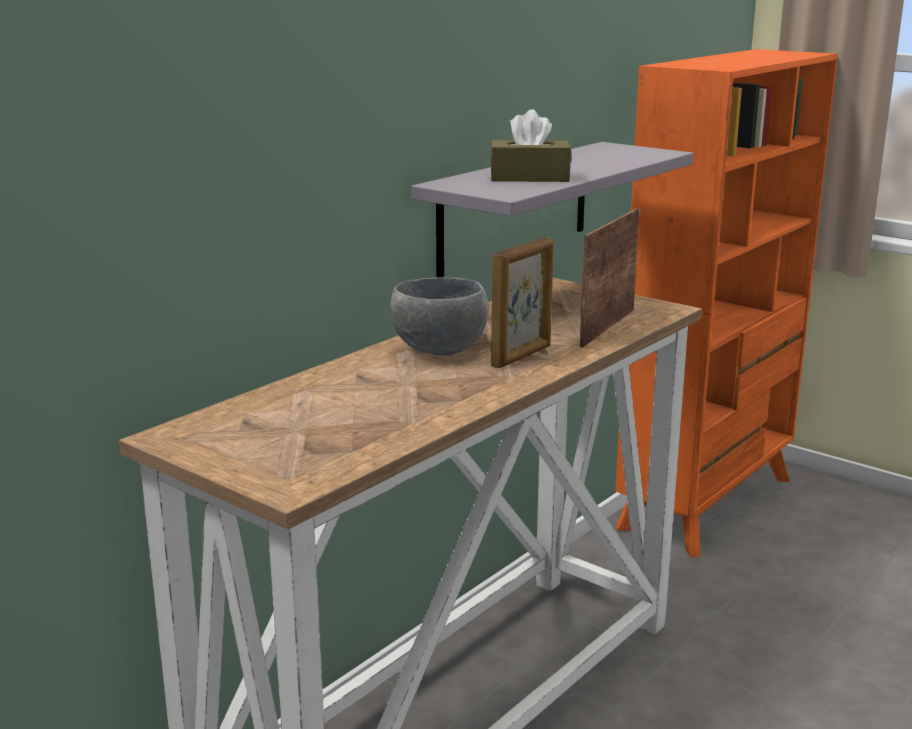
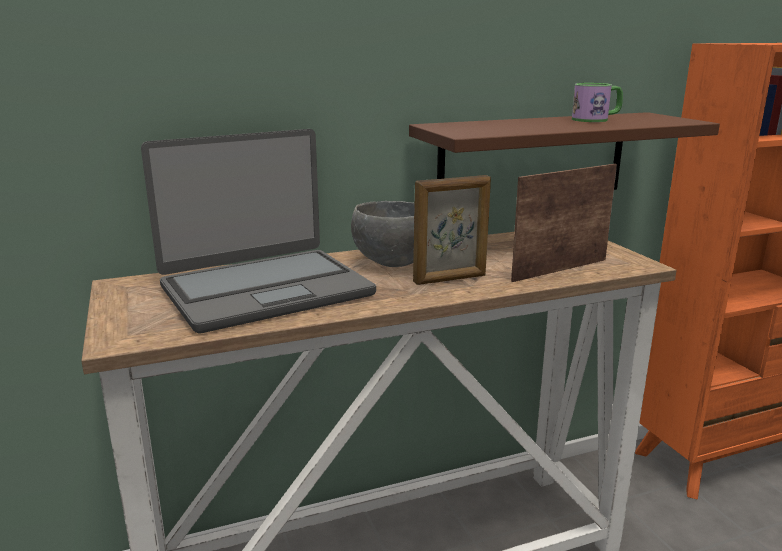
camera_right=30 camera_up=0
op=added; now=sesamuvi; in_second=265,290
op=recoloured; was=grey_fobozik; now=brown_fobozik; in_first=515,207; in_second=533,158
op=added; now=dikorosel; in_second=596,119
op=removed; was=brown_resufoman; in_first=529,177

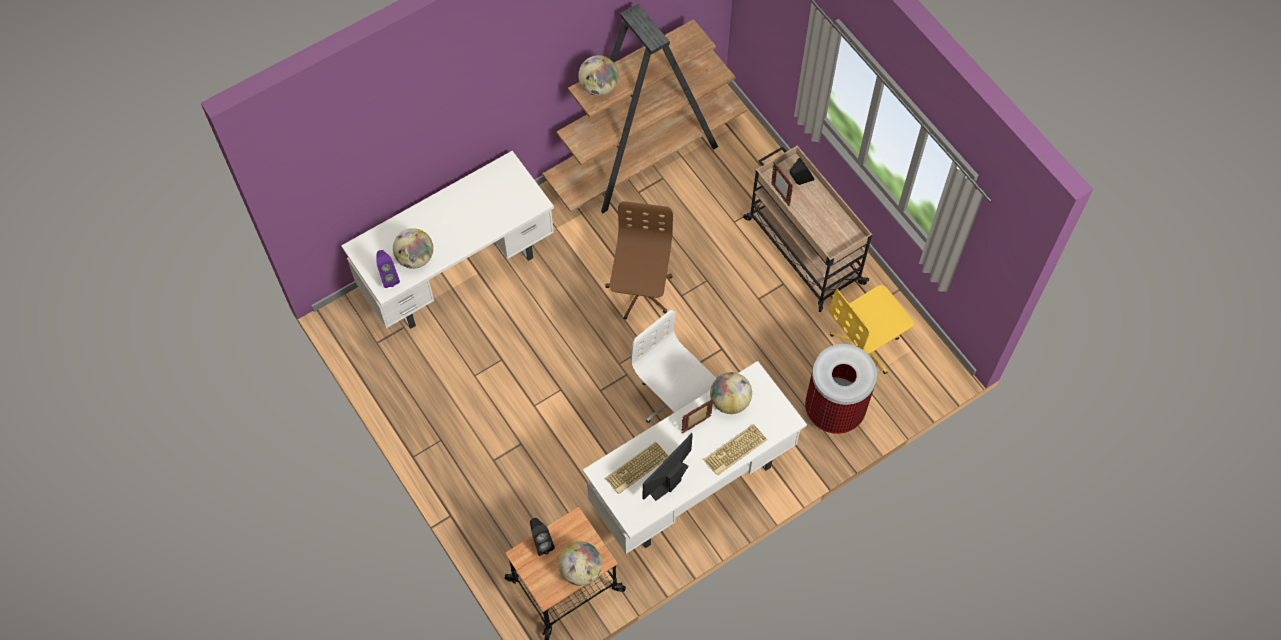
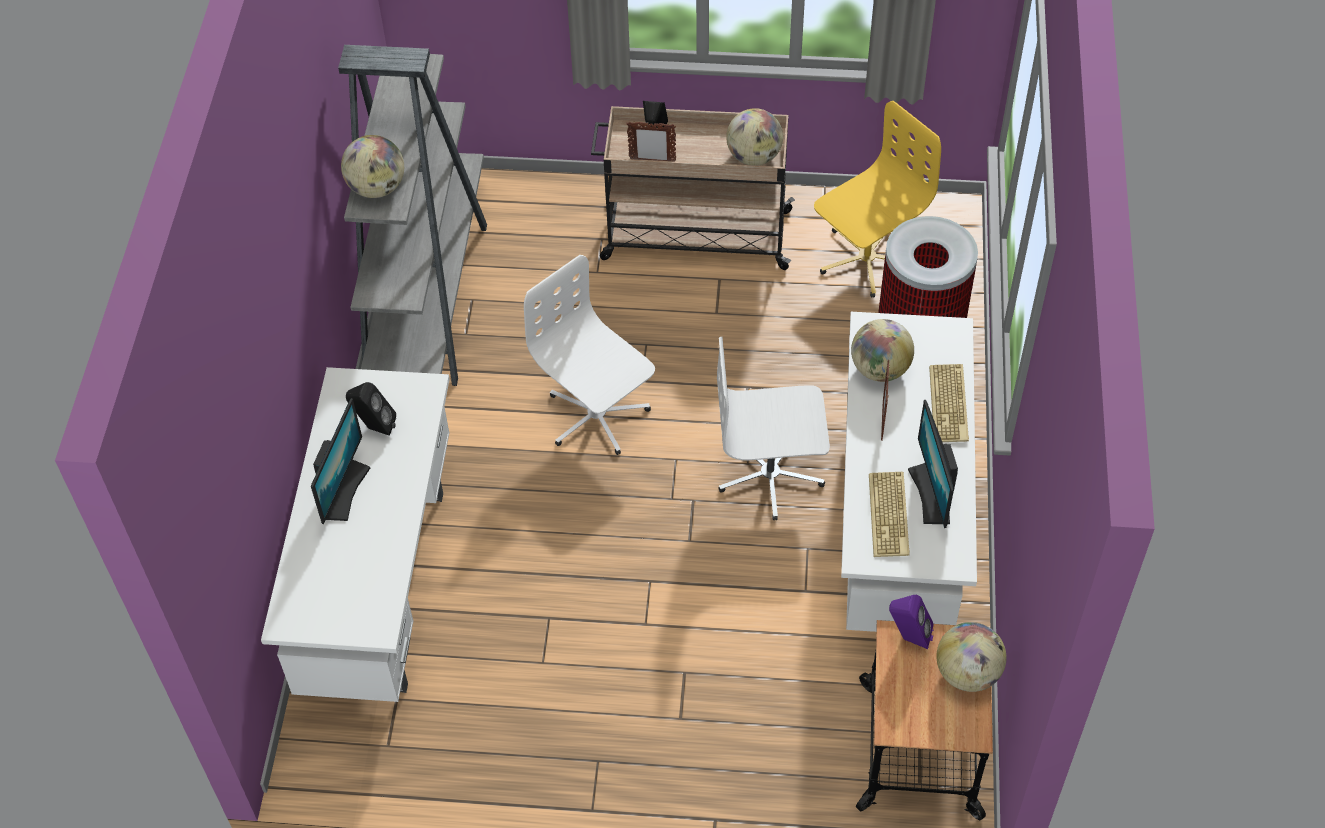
camera_right=-50 camera_up=-10
op=added; now=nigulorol; in_second=343,491
op=recoloured; was=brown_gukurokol; now=grey_gukurokol; in_first=646,156; in_second=427,297
op=moved; was=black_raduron; in_first=541,542; in_second=374,427
op=recoloured; was=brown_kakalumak; now=white_kakalumak; in_first=640,291; in_second=596,416
op=moved; was=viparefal; in_first=415,258; in_second=754,157
op=turned; was=yellow_kakalumak; in_first=864,346; in_second=866,259; clockwise=-135
op=moved; was=purple_raduron; in_first=388,277; in_second=908,637

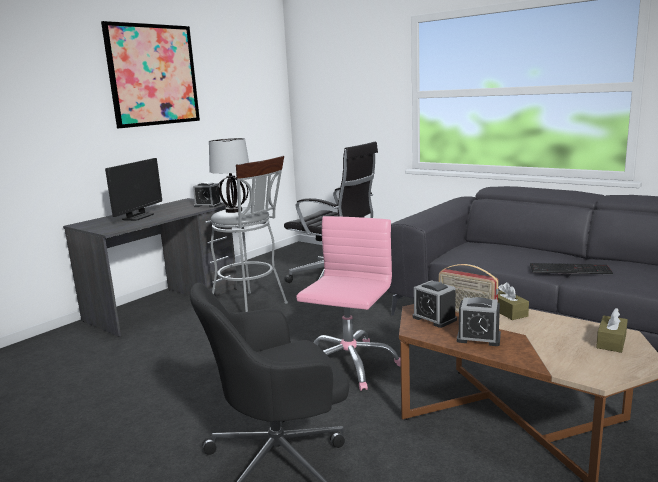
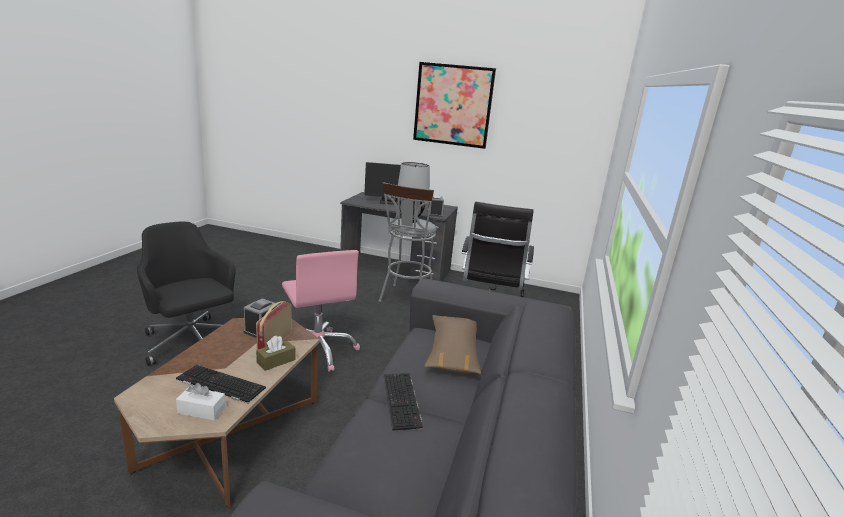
camera_right=65 camera_up=5
op=added; now=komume; in_second=219,384
op=recoloured; was=brown_resufoman; now=white_resufoman; in_first=611,341; in_second=201,410
op=turned; was=pink_kakalumak; in_first=349,364; in_second=318,350; clockwise=60
op=added; now=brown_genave; in_second=453,352
op=removed; was=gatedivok; in_first=478,338

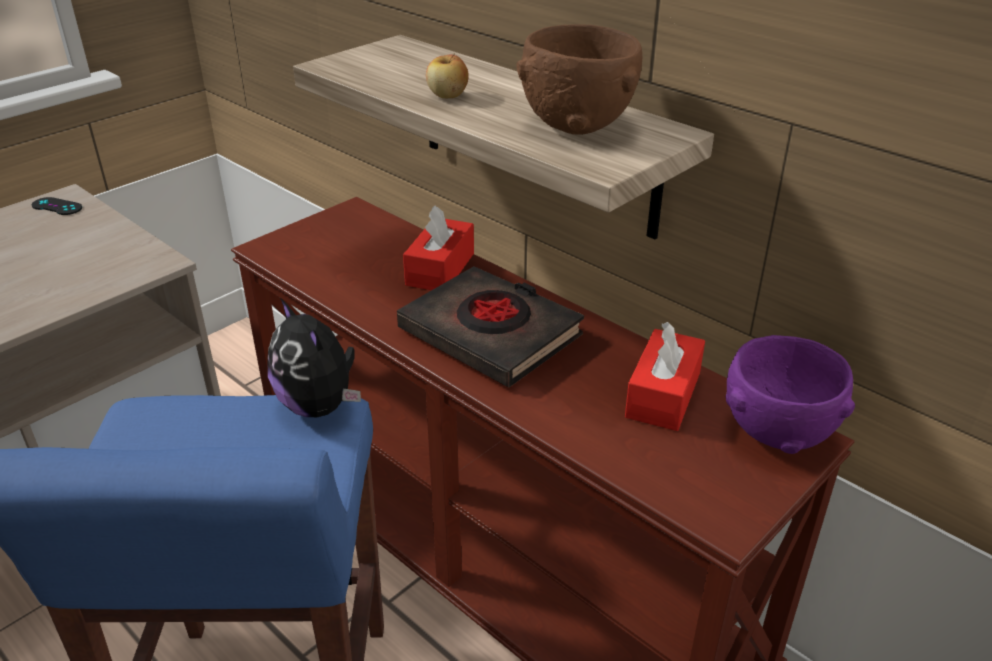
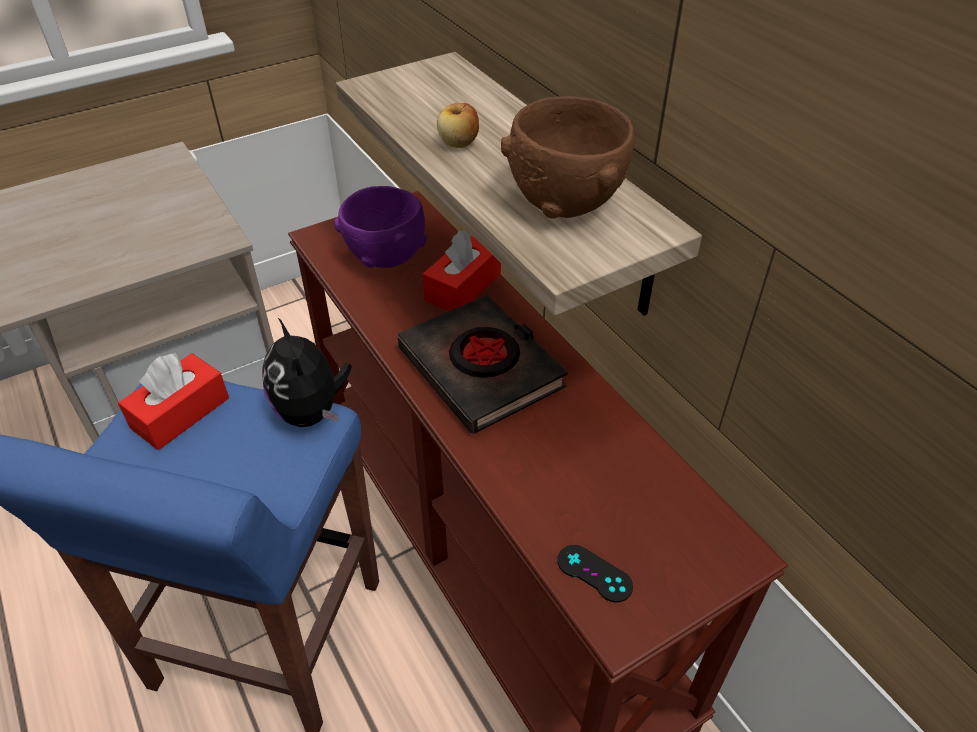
camera_right=15 camera_up=10
op=moved; was=red_resufoman; in_first=663,395; in_second=180,413
op=moved; was=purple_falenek; in_first=777,432; in_second=386,256
op=moved; was=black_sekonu; in_first=57,206; in_second=594,573

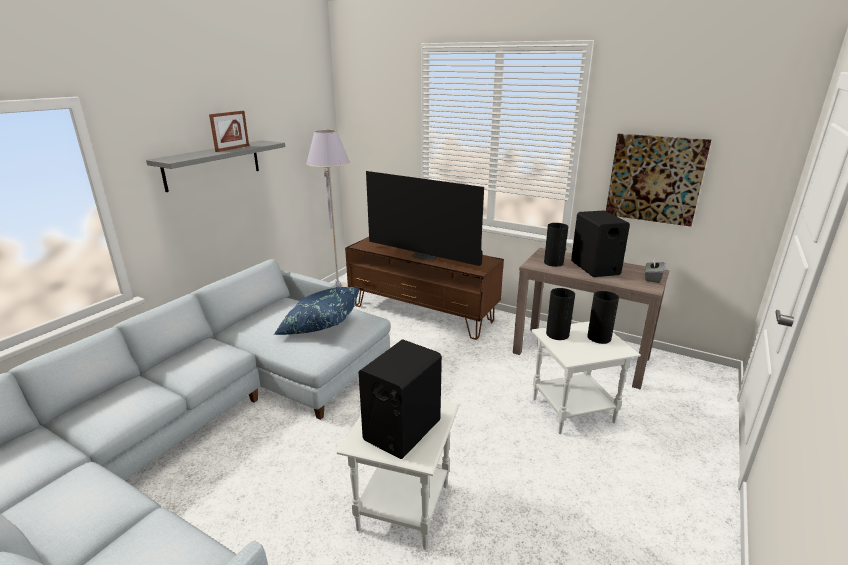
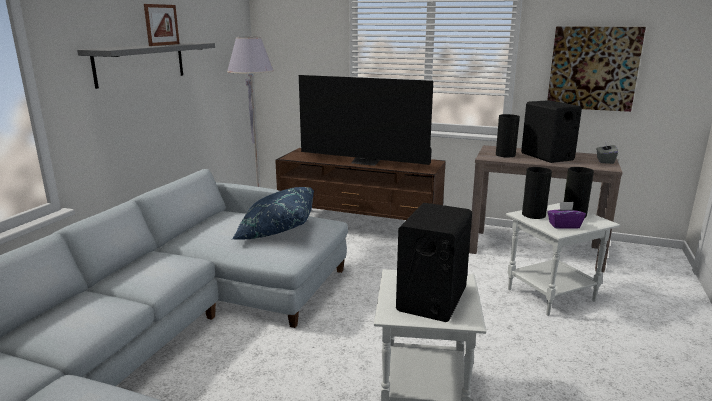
camera_right=-10 camera_up=-5
op=added; now=purple_resufoman; in_second=564,225

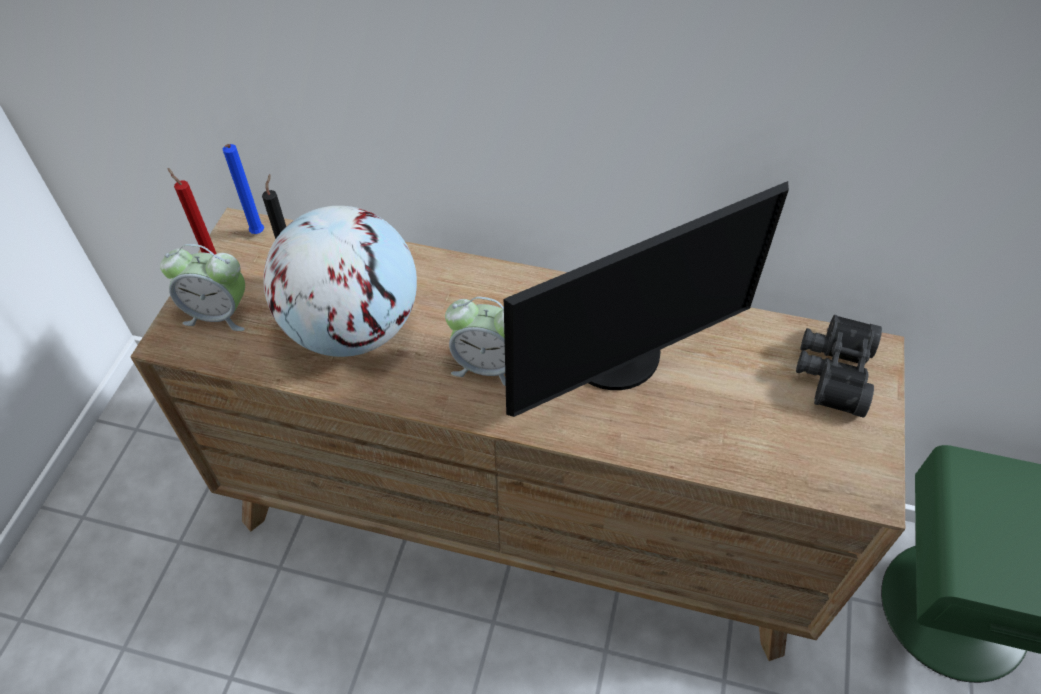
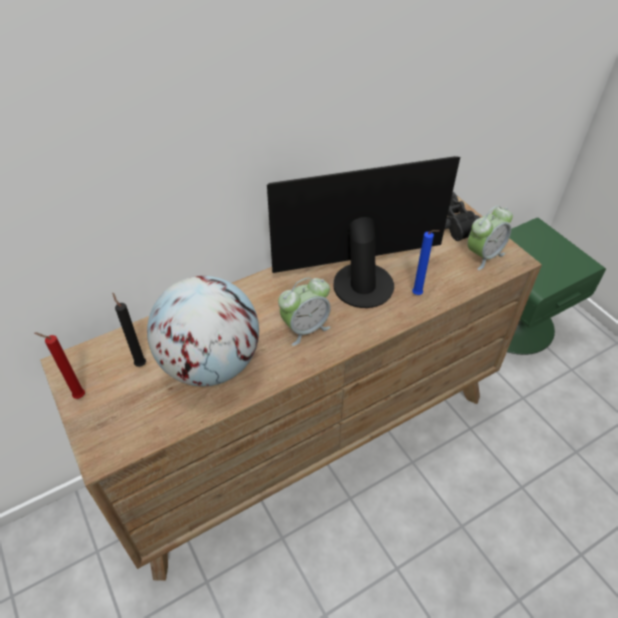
camera_right=-45 camera_up=-5
op=turned; was=nigulorol; in_first=619,359; in_second=360,281; clockwise=-120
op=moved; was=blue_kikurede; in_first=257,235; in_second=418,295
op=moved; was=gatedivok; in_first=219,313; in_second=483,255

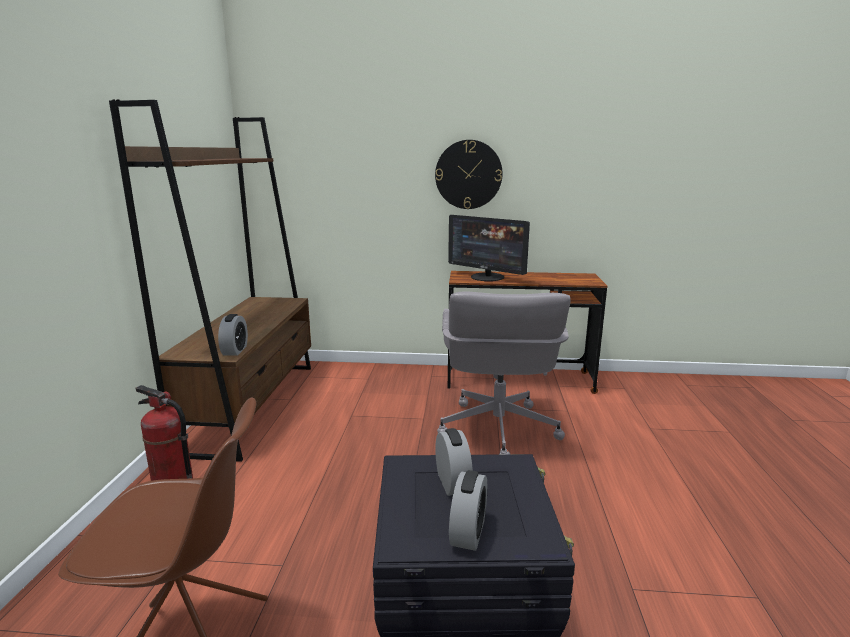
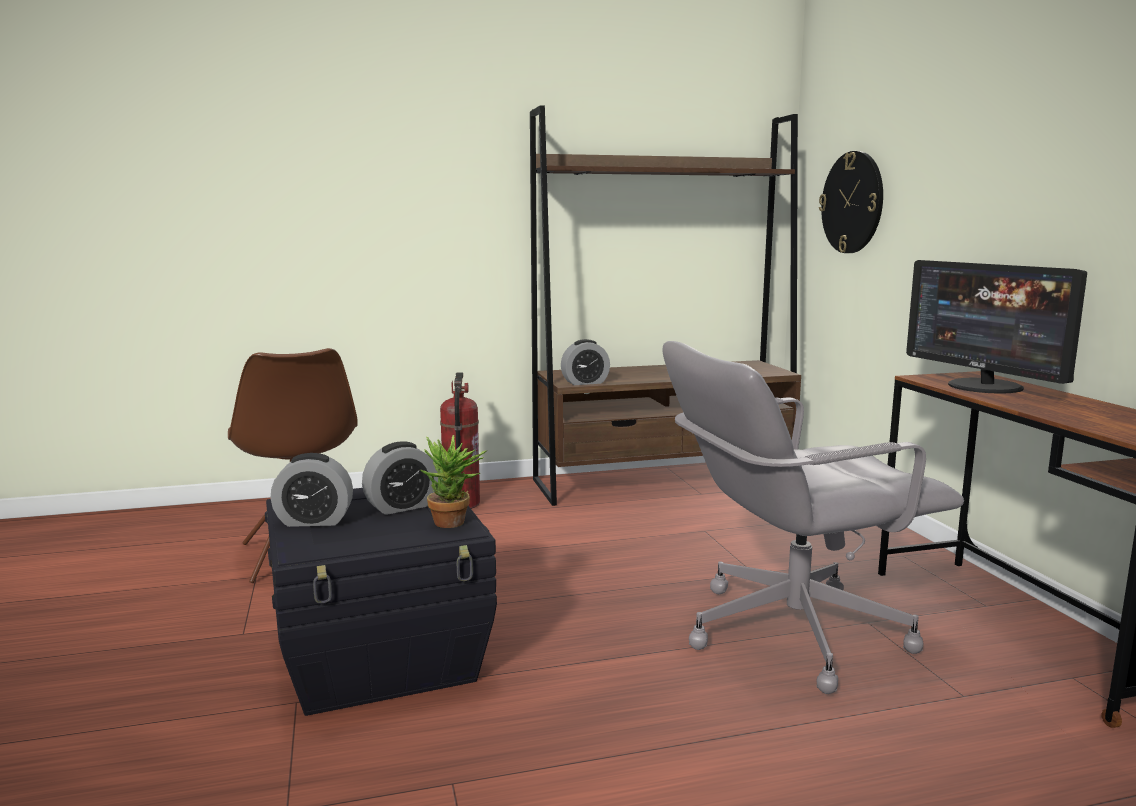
camera_right=70 camera_up=-5
op=added; now=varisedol; in_second=454,524
op=moved; was=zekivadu; in_first=468,174; in_second=852,202
op=turned; was=nigulorol; in_first=487,277; in_second=984,386; clockwise=-45

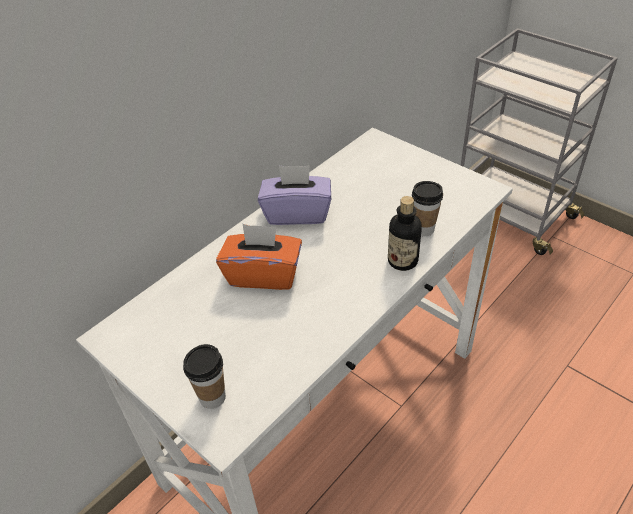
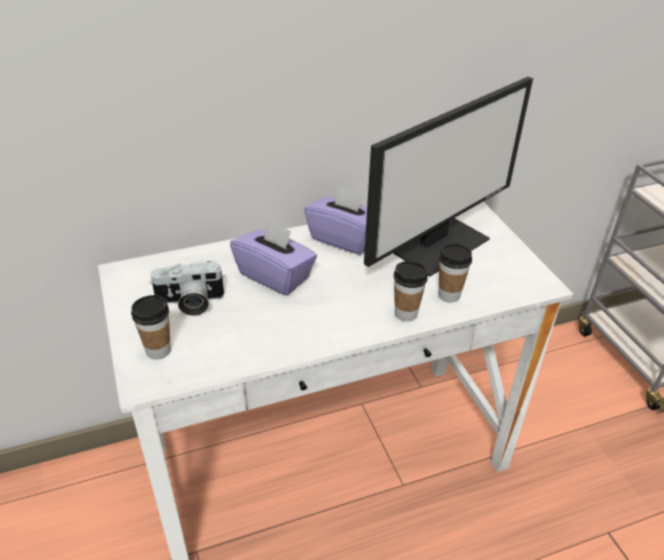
camera_right=25 camera_up=-5
op=added; now=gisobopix; in_second=190,303
op=recoloured; was=orange_resufoman; now=purple_resufoman; in_first=263,274; in_second=275,275
op=added; now=nigulorol; in_second=438,243
op=replaced; was=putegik; now=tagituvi; in_first=402,261; in_second=406,313

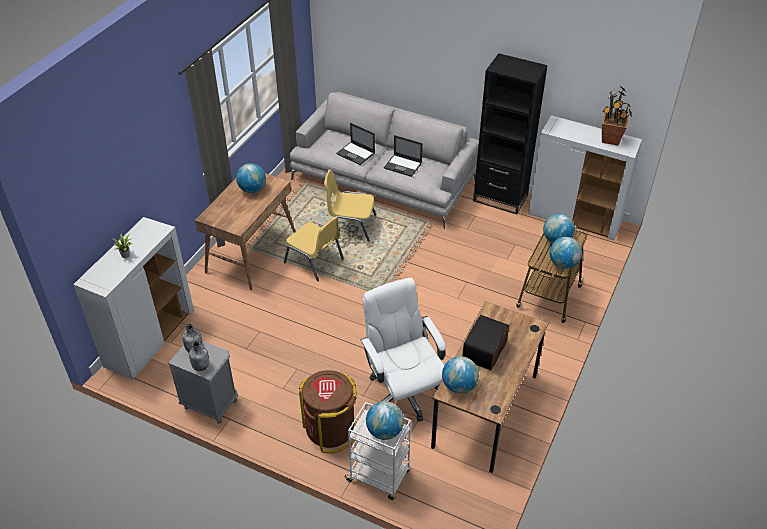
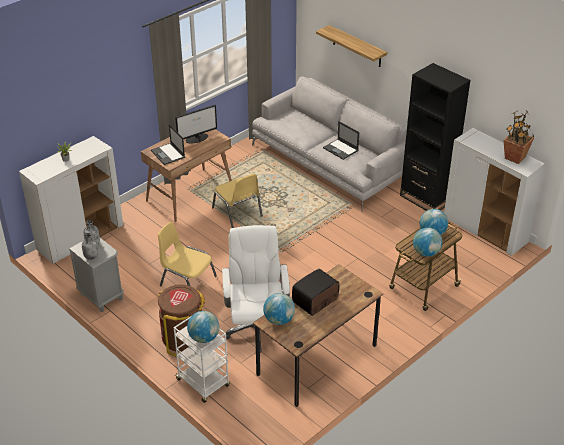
camera_right=20 camera_up=-5
op=moved; was=sesamuvi; in_first=356,153; in_second=168,154
op=moved; was=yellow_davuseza; in_first=350,225; in_second=187,281
op=replaced; was=viparefal; now=nigulorol; in_first=252,189; in_second=197,138
op=added; now=fobozik; in_second=357,46

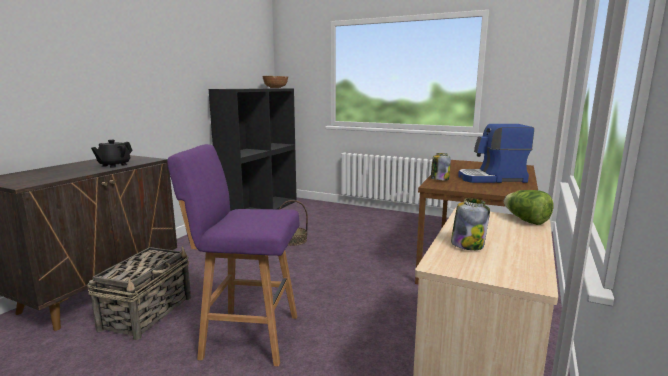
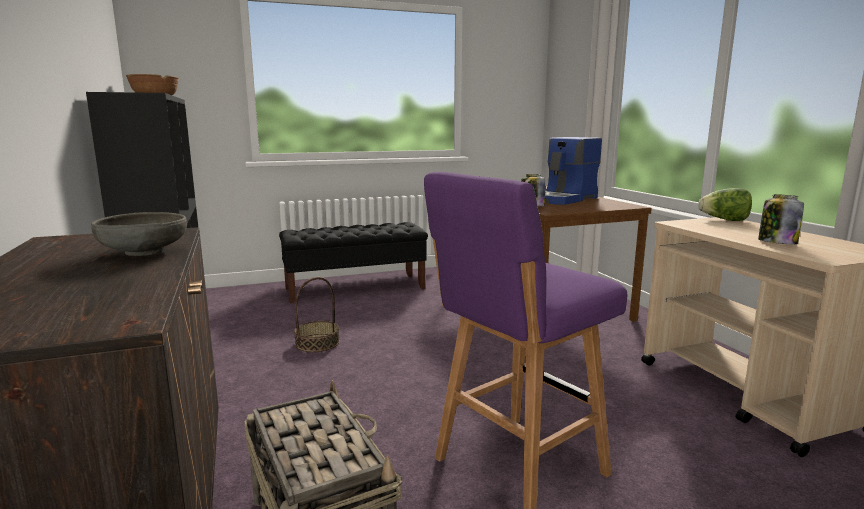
camera_right=-45 camera_up=0
op=replaced; was=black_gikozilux; now=grey_falenek; in_first=114,165; in_second=144,252
op=added; now=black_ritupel; in_second=355,288

